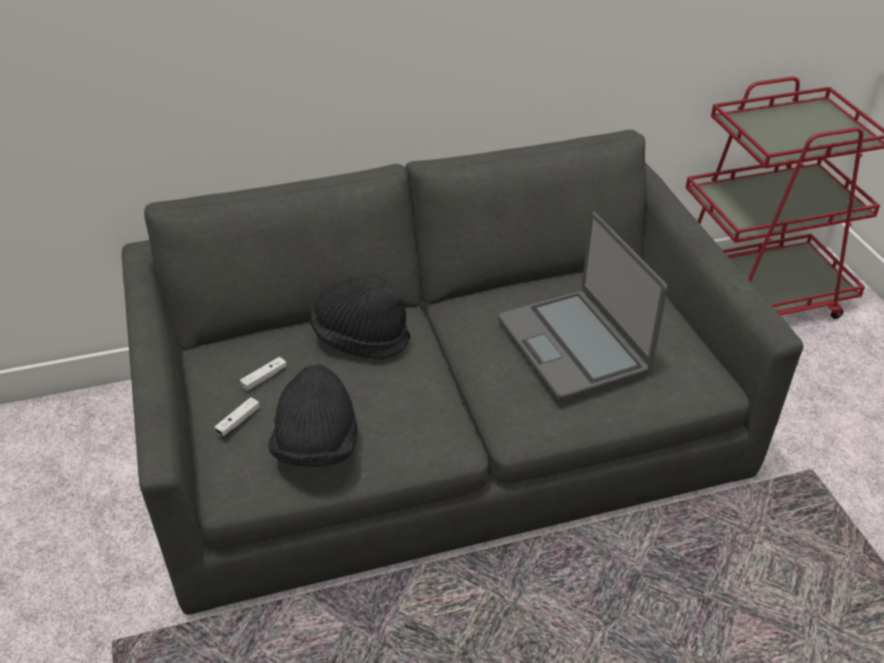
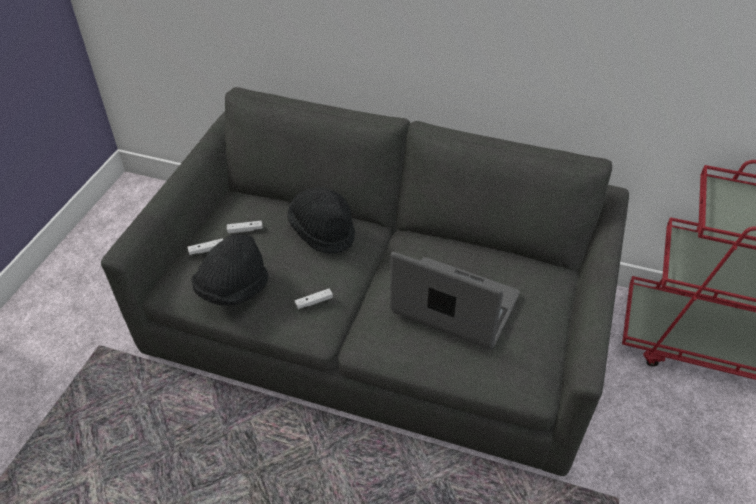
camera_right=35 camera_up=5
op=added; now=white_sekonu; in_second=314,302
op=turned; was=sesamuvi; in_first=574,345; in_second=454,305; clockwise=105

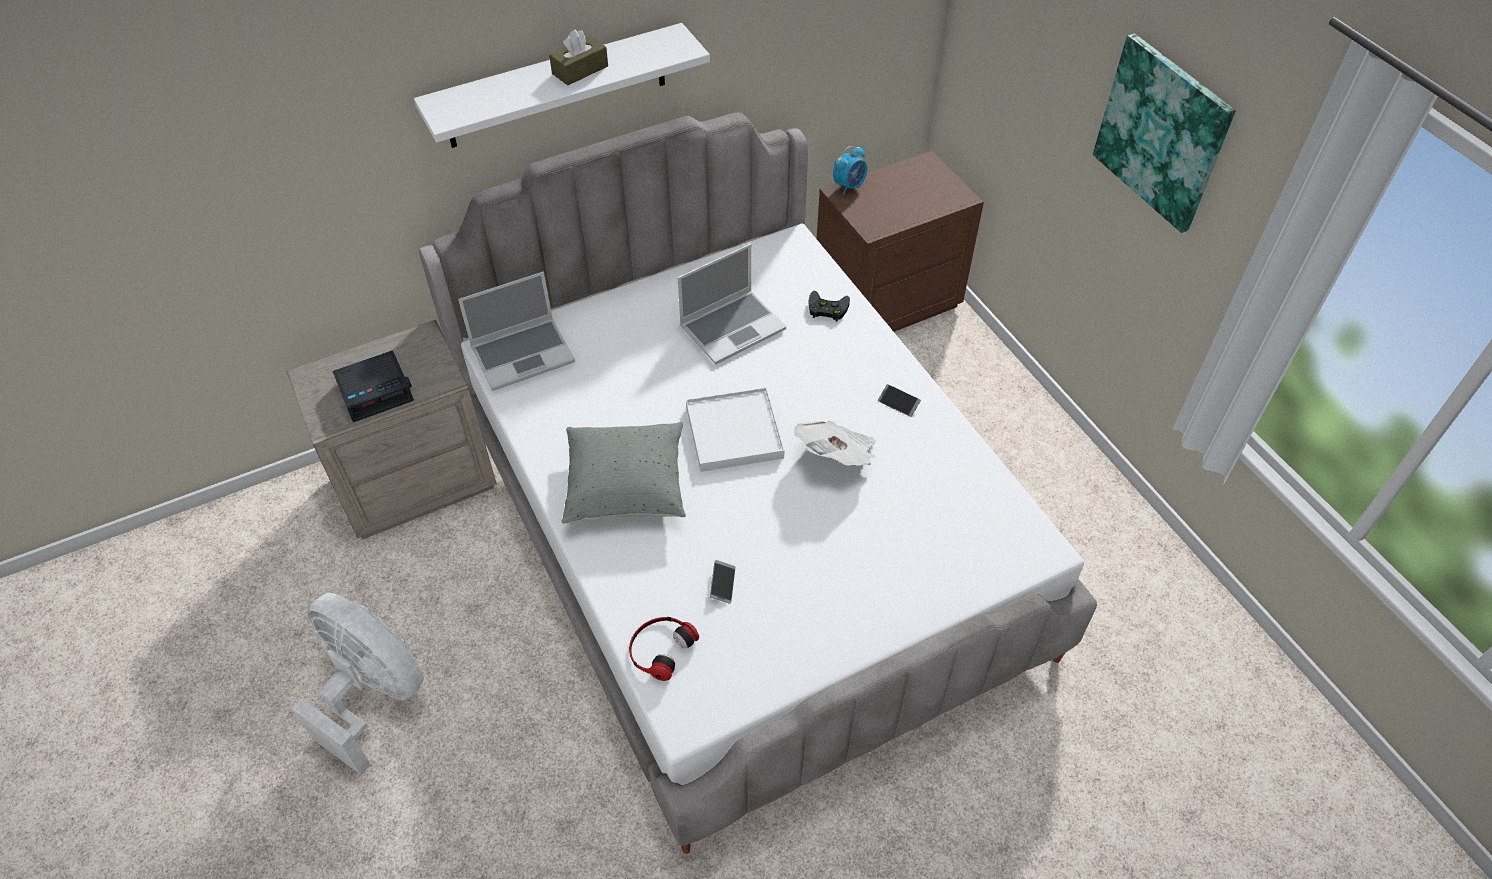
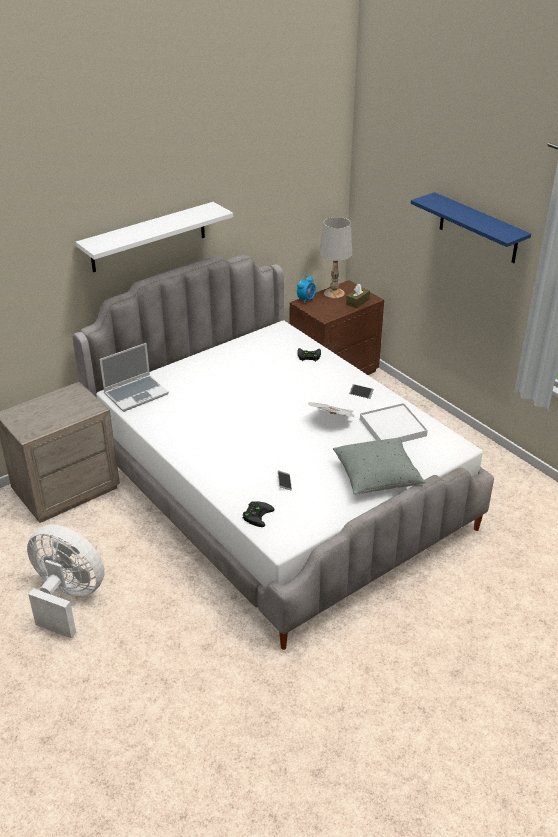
camera_right=-10 camera_up=-15
op=replaced; was=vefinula; now=black_sekonu; in_first=660,648; in_second=257,514
op=added; now=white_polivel; in_second=334,293
op=moved; was=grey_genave; in_first=626,486; in_second=377,477
op=moved; was=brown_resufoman; in_first=580,70; in_second=357,302
op=moved; was=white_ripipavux; in_first=734,433; in_second=392,427
op=replaced; was=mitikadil; now=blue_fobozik; in_first=1162,132; in_second=478,228
op=removed; was=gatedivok; in_first=376,391
op=removed; was=sesamuvi; in_first=733,327

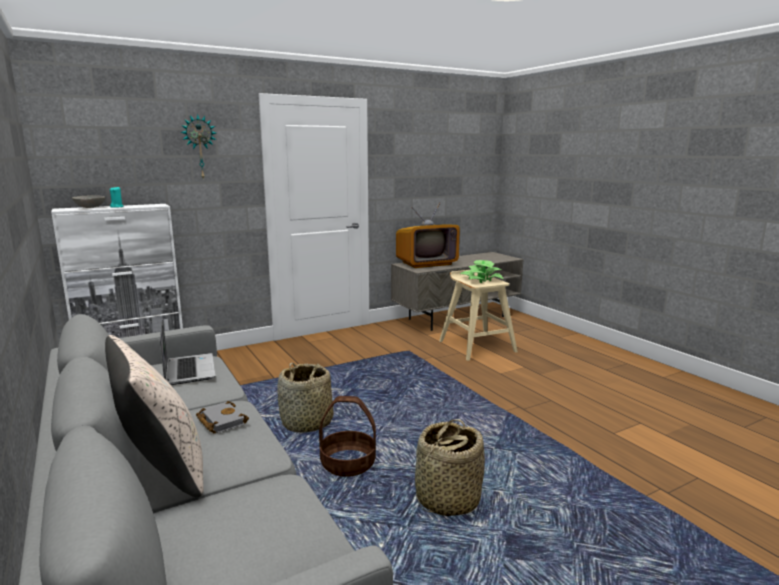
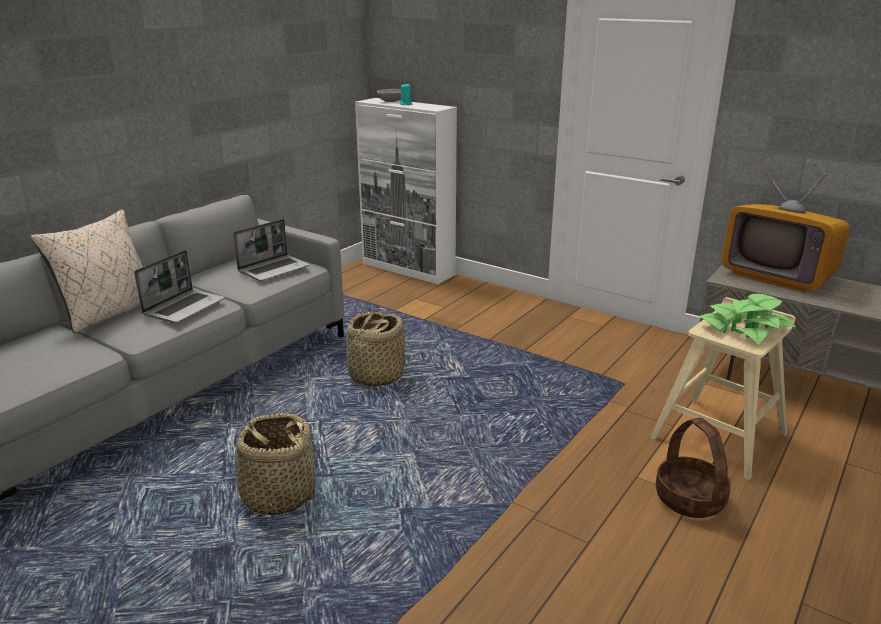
camera_right=65 camera_up=10
op=replaced; was=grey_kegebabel; now=sesamuvi; in_first=220,421; in_second=184,307
op=moved; was=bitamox; in_first=348,463; in_second=690,499
op=removed; was=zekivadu; in_first=199,147

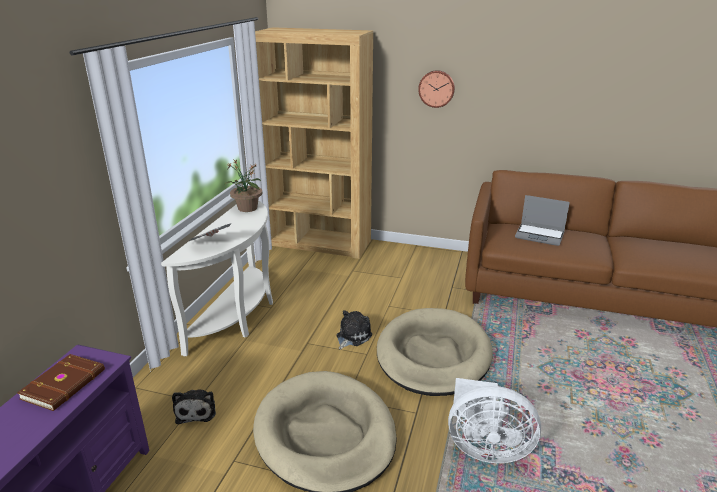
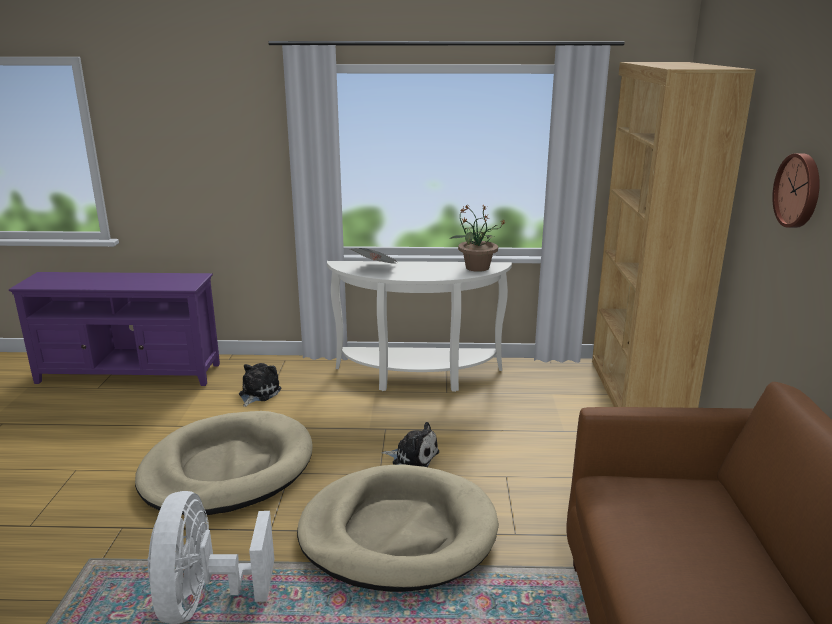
camera_right=75 camera_up=-5
op=turned; was=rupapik; in_first=196,410; in_second=258,393; clockwise=135
op=removed; was=brown_kegebabel; in_first=65,384
op=removed; was=sesamuvi; in_first=540,235

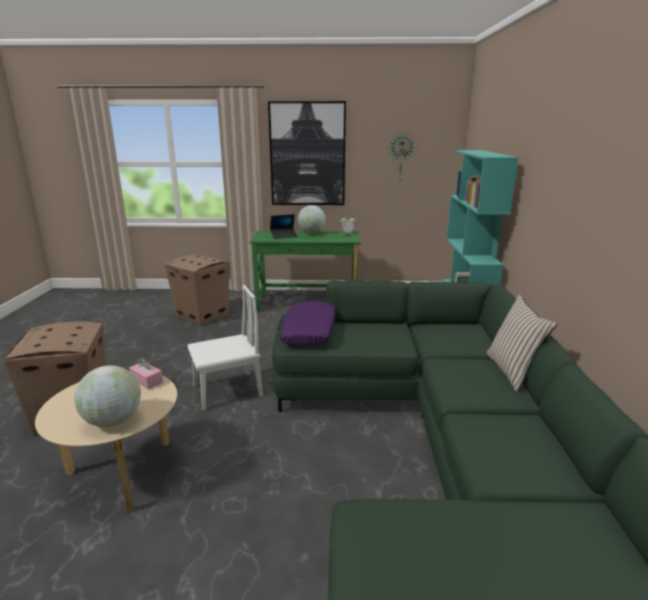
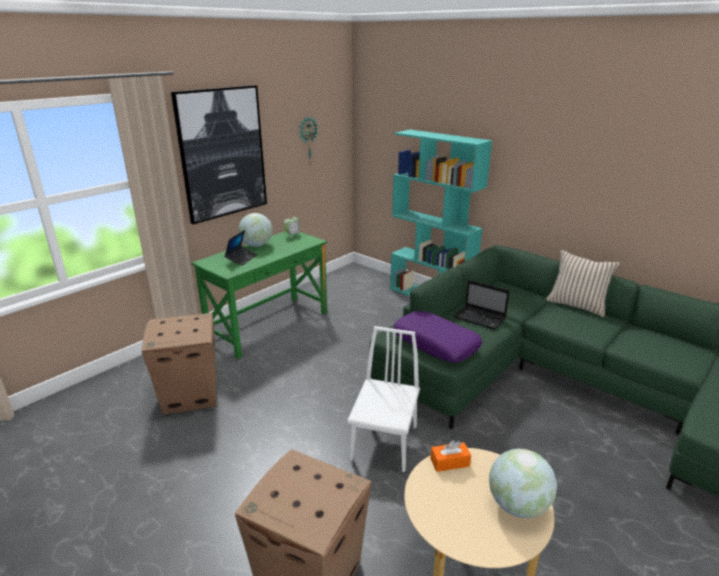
camera_right=-50 camera_up=5
op=recoloured; was=pink_resufoman; now=orange_resufoman; in_first=147,381; in_second=449,462
op=added; now=sesamuvi; in_second=480,318

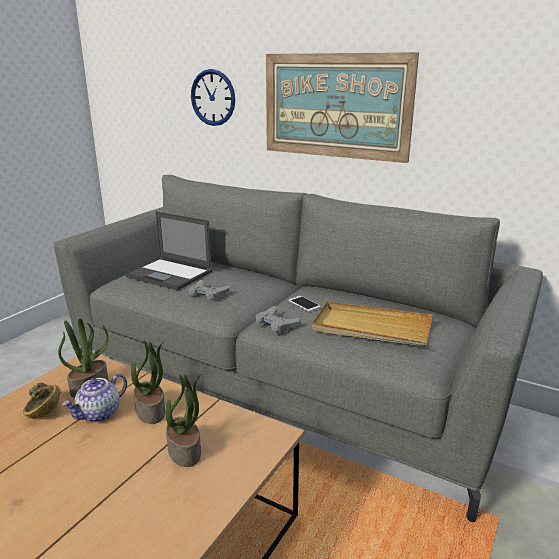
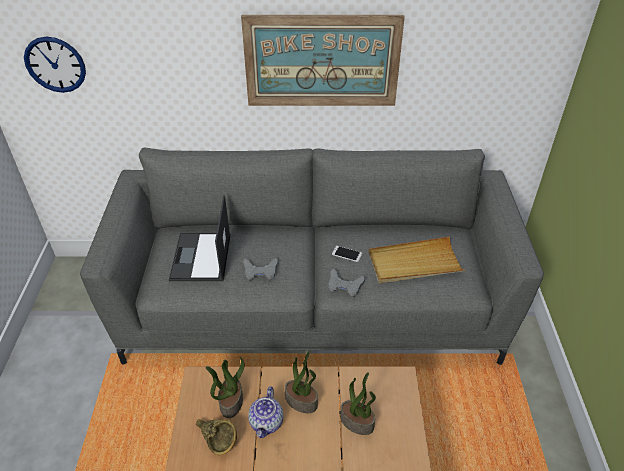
camera_right=-30 camera_up=20
op=moved; was=zekivadu; in_first=213,97; in_second=55,64
op=turned; was=sesamuvi; in_first=170,274; in_second=201,258; clockwise=90

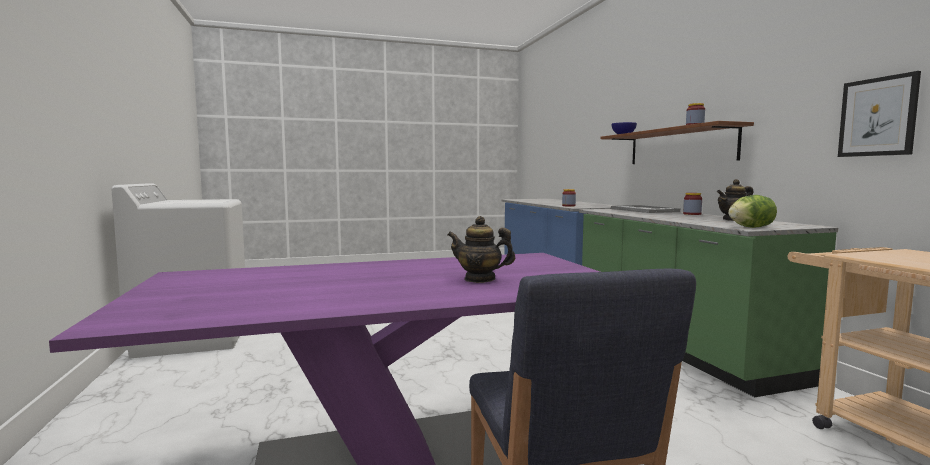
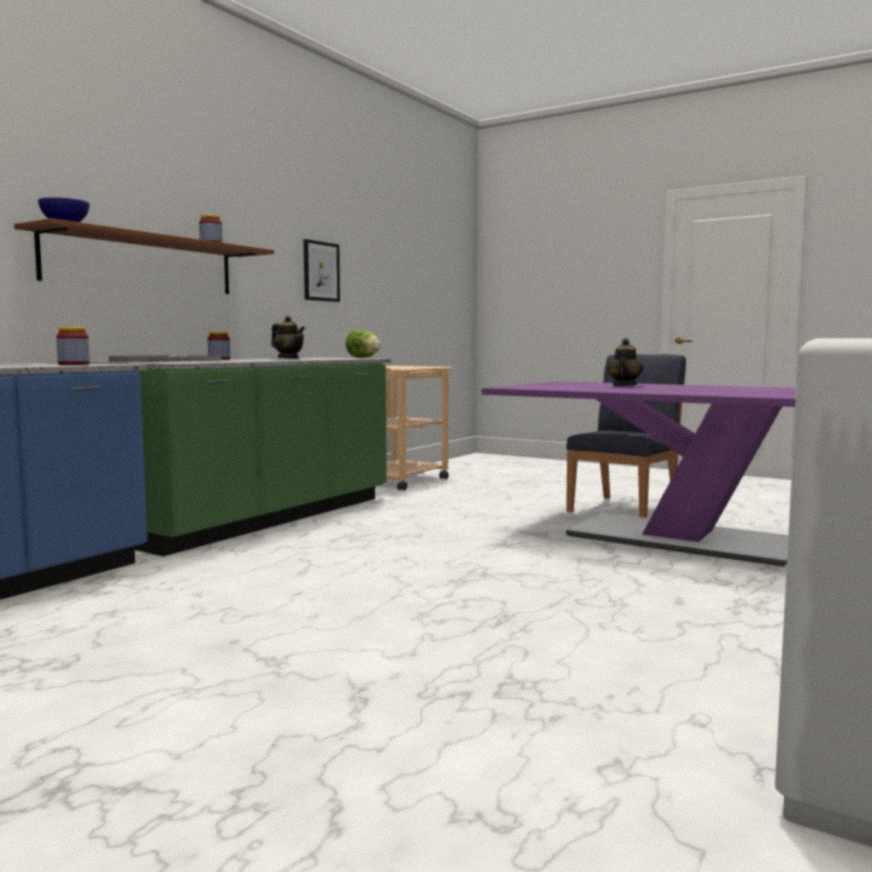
camera_right=-130 camera_up=0
op=turned; was=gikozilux; in_first=480,279; in_second=624,386; clockwise=-135

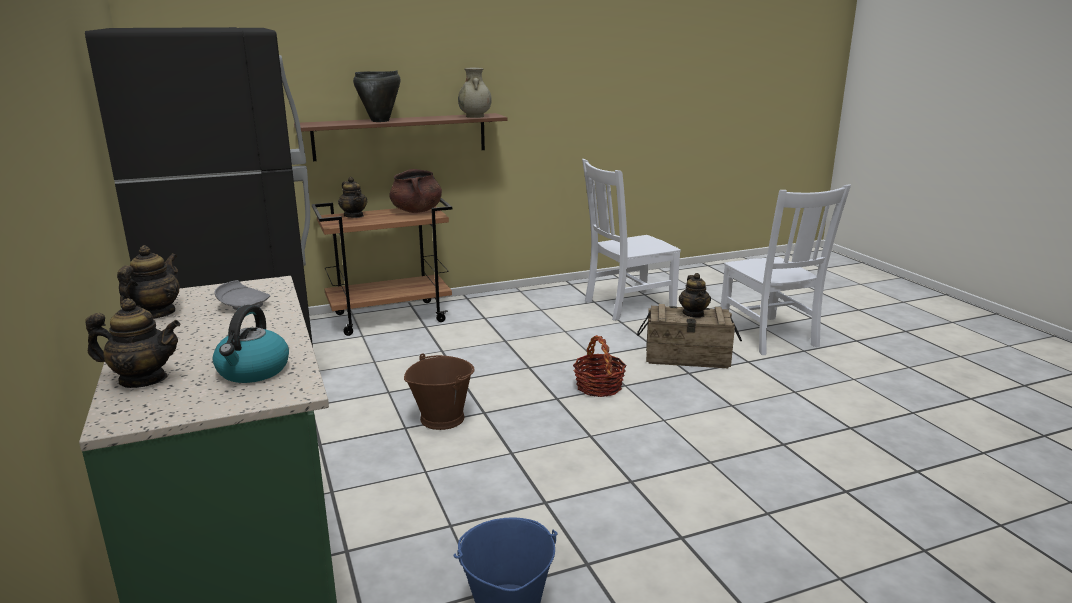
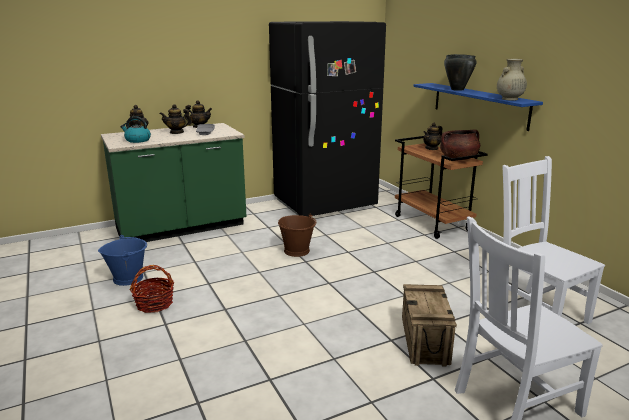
camera_right=85 camera_up=0
op=moved; was=bitamox; in_first=598,387; in_second=154,304
op=moved; was=gikozilux; in_first=693,314; in_second=177,132
op=recoloured; was=brown_fobozik; now=blue_fobozik; in_first=401,136; in_second=479,105

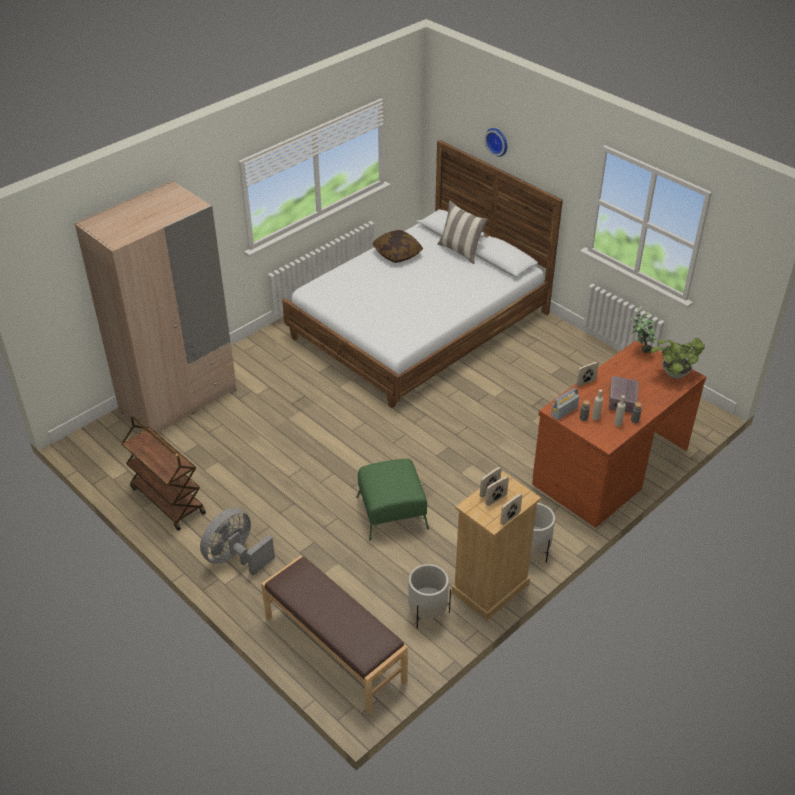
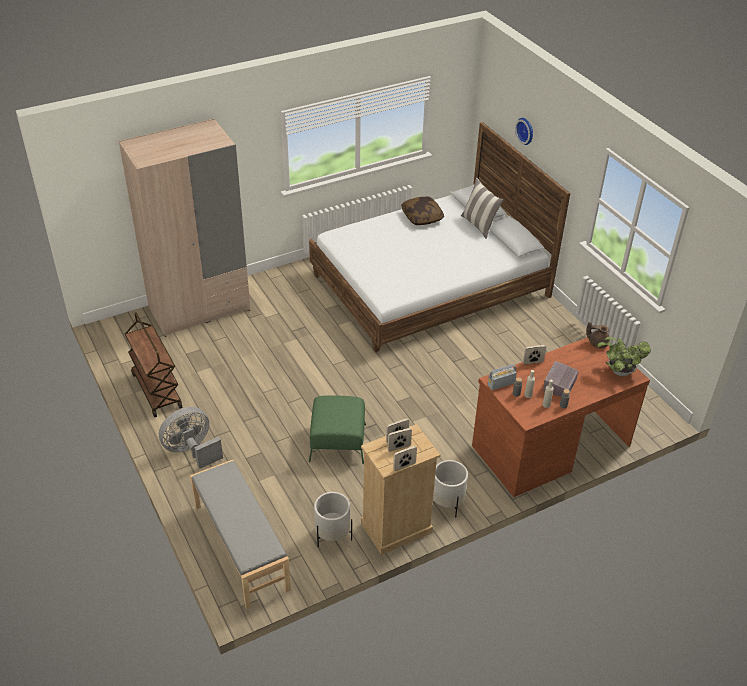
camera_right=15 camera_up=0
op=recoloured; was=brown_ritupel; now=grey_ritupel; in_first=334,649; in_second=240,547
op=replaced; was=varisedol; now=brown_gikozilux; in_first=640,350; in_second=597,343

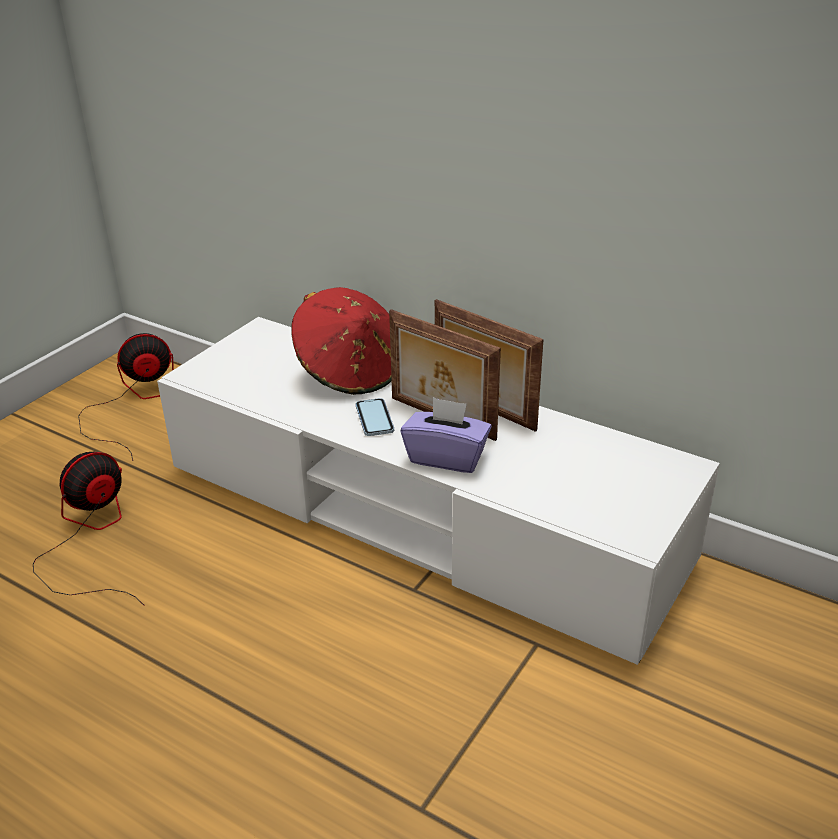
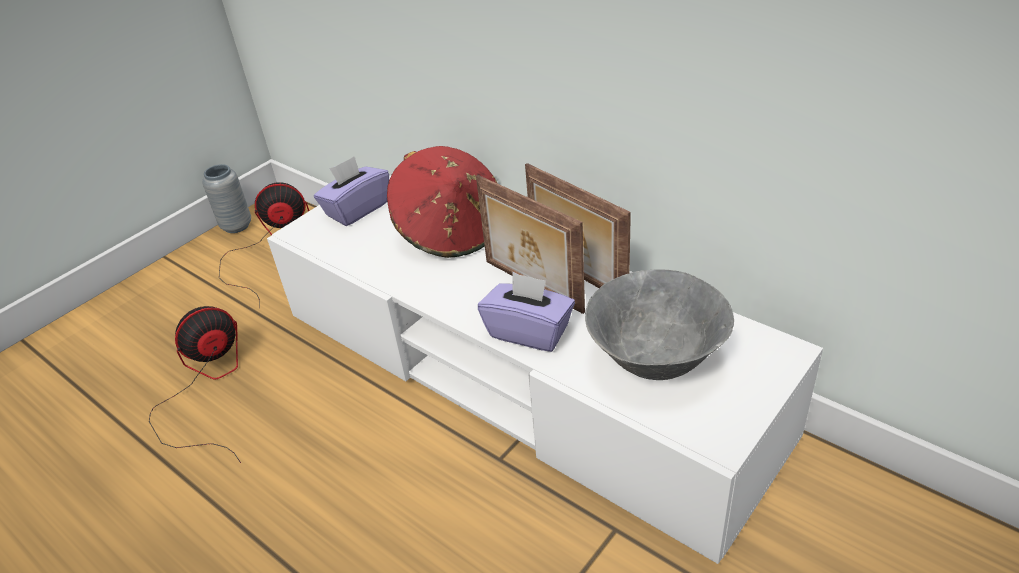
camera_right=10 camera_up=5
op=added; now=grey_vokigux; in_second=236,226
op=added; now=purple_resufoman; in_second=357,209
op=added; now=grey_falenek; in_second=656,361
op=removed; was=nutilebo; in_first=374,419

